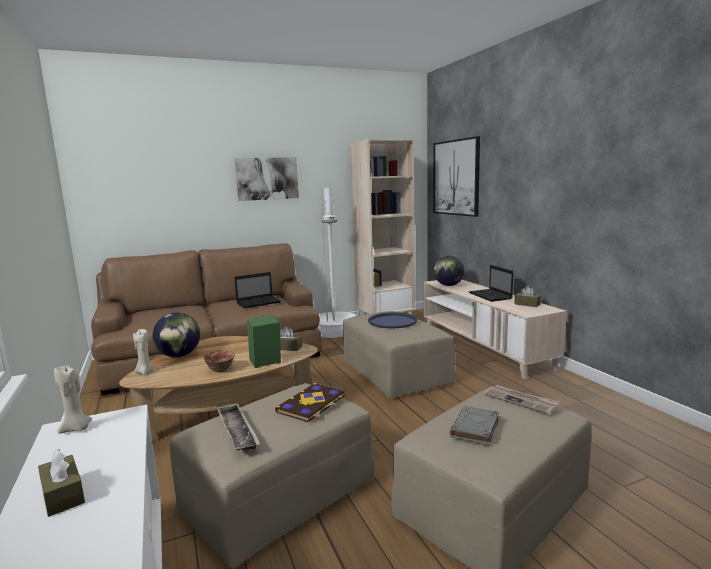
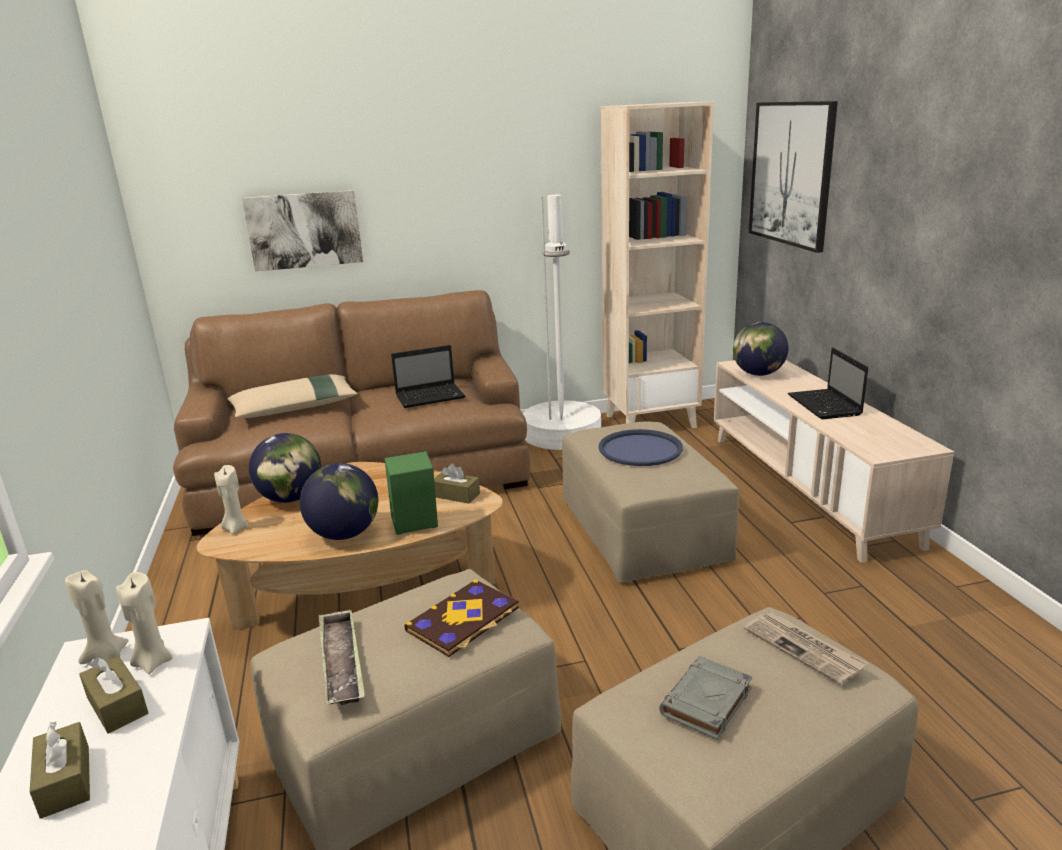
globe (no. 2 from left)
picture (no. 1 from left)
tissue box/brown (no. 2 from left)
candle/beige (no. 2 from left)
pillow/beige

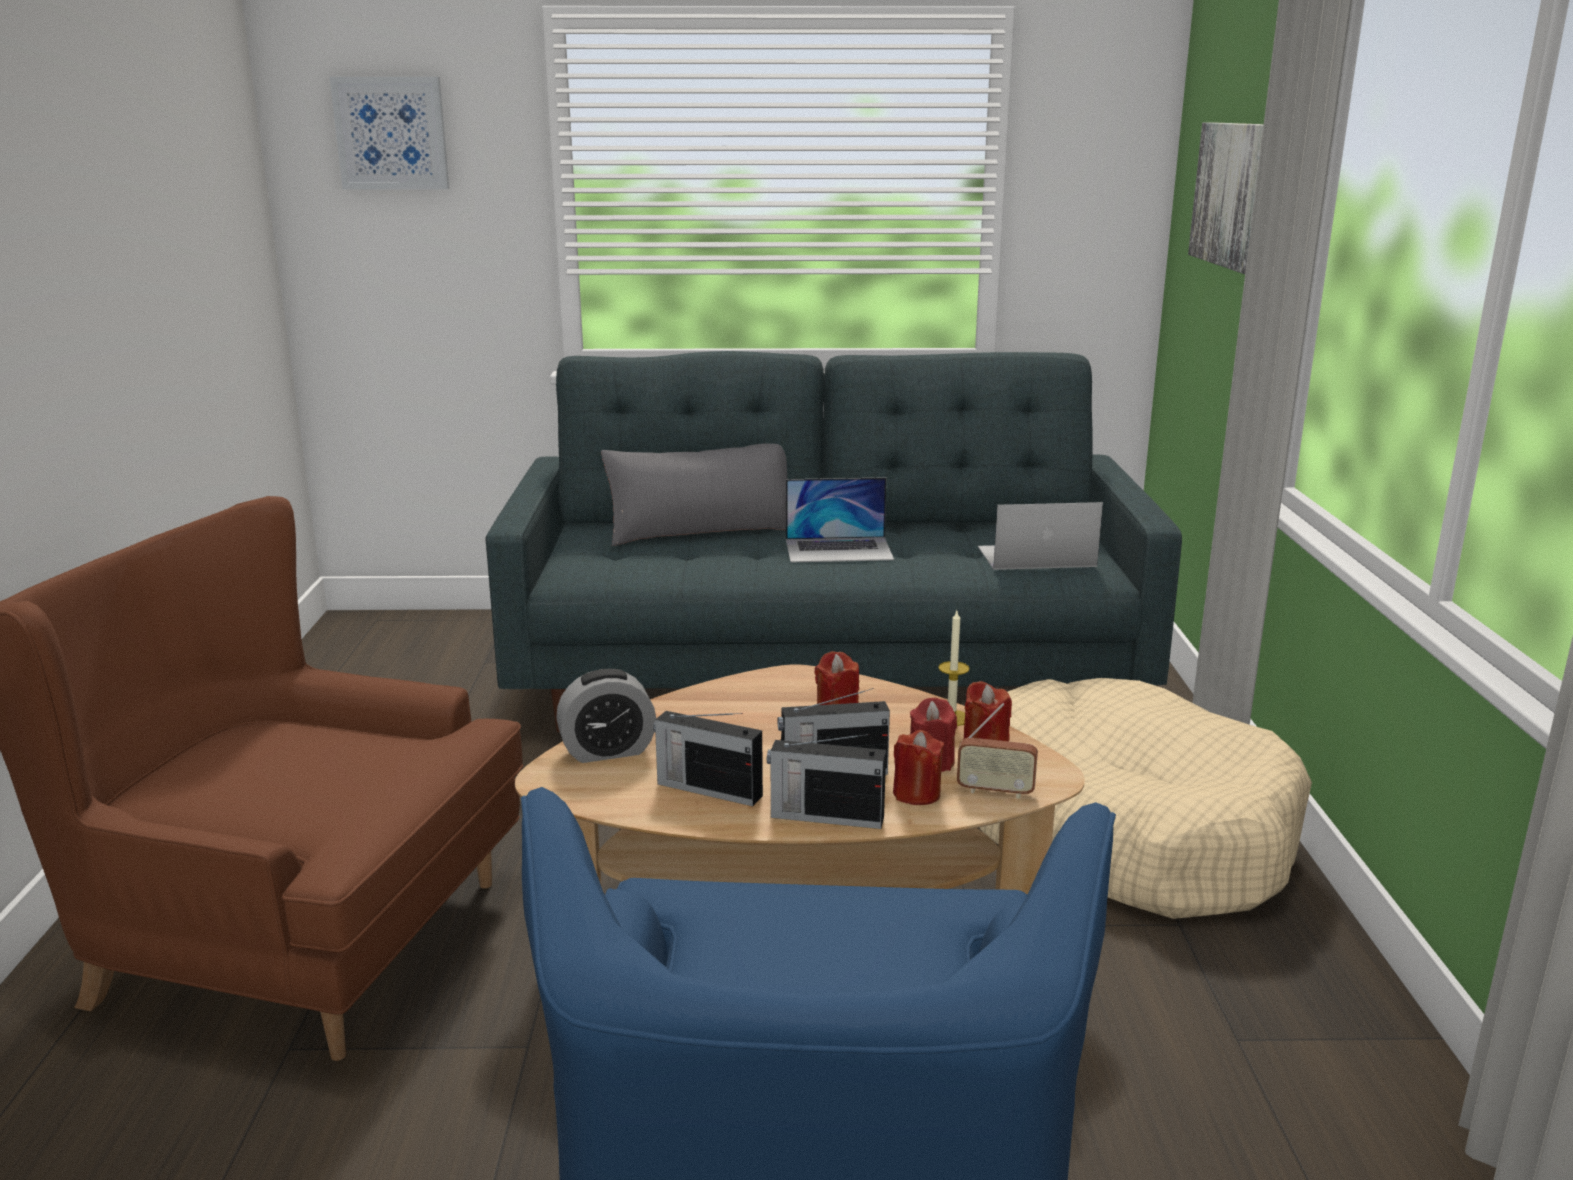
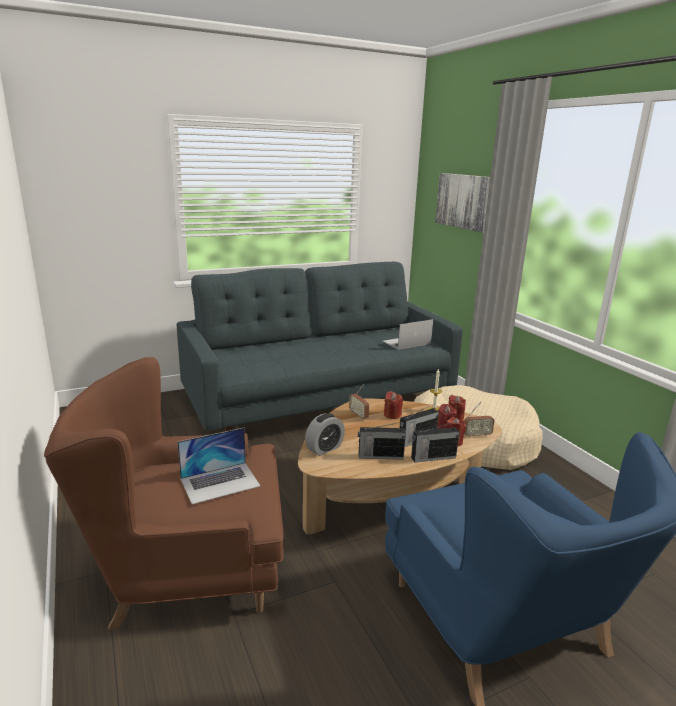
picture (no. 1 from left in the first image)
pillow/grey
laptop (no. 1 from left)
radio (no. 1 from left)

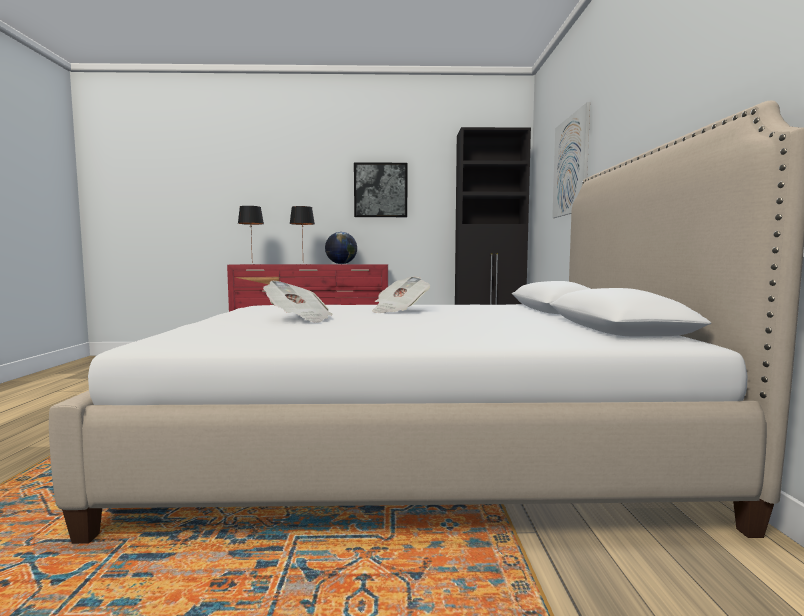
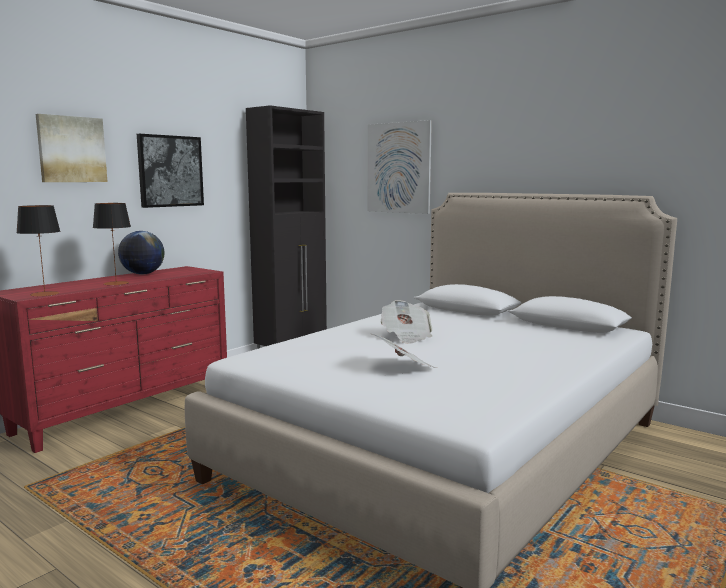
picture (no. 1 from left)

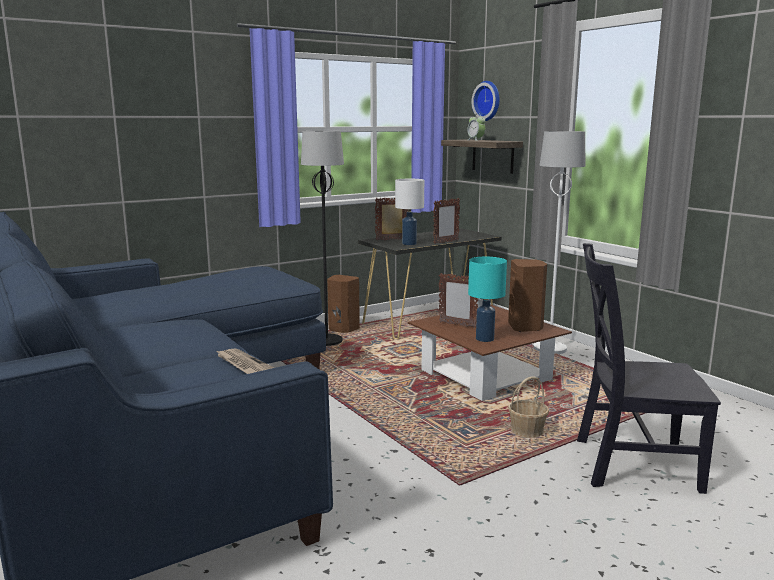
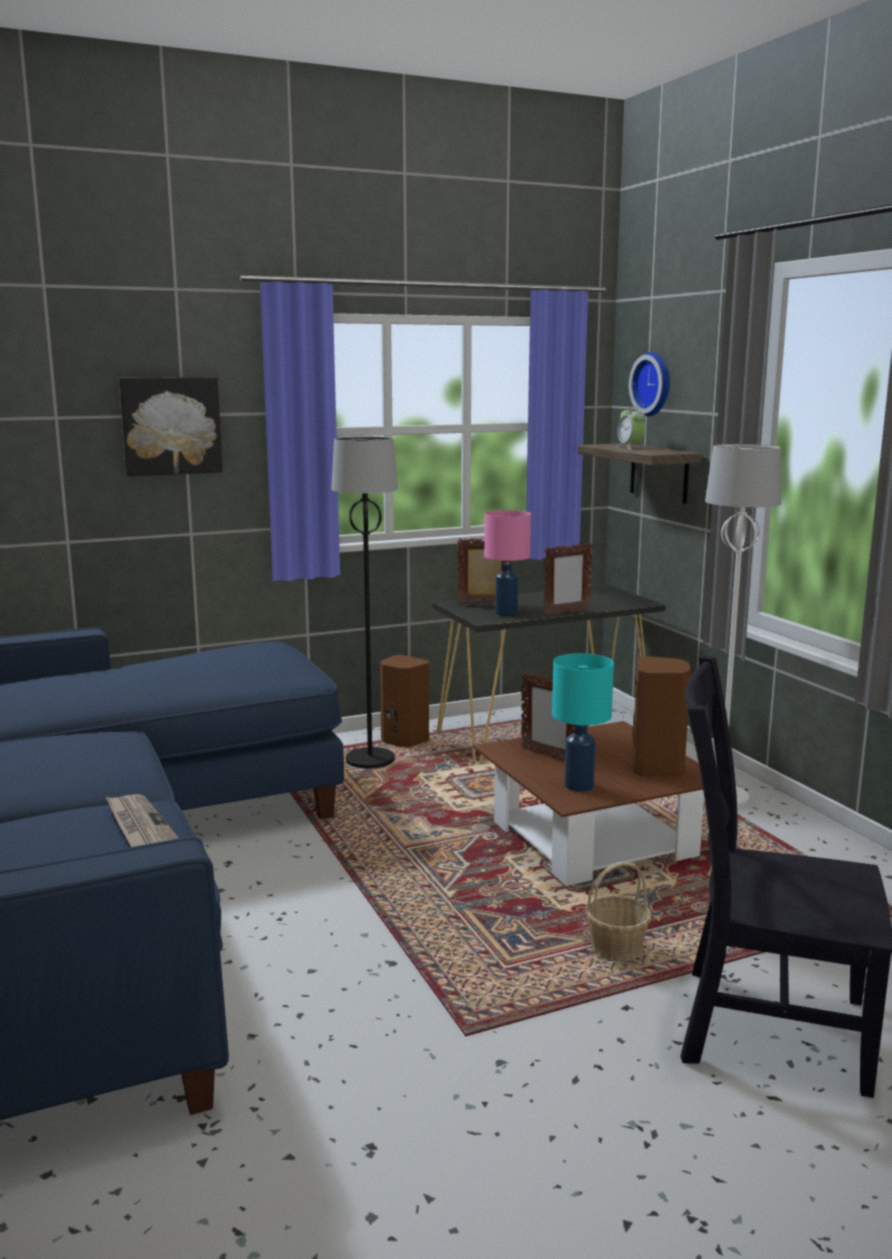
table lamp/pink
picture

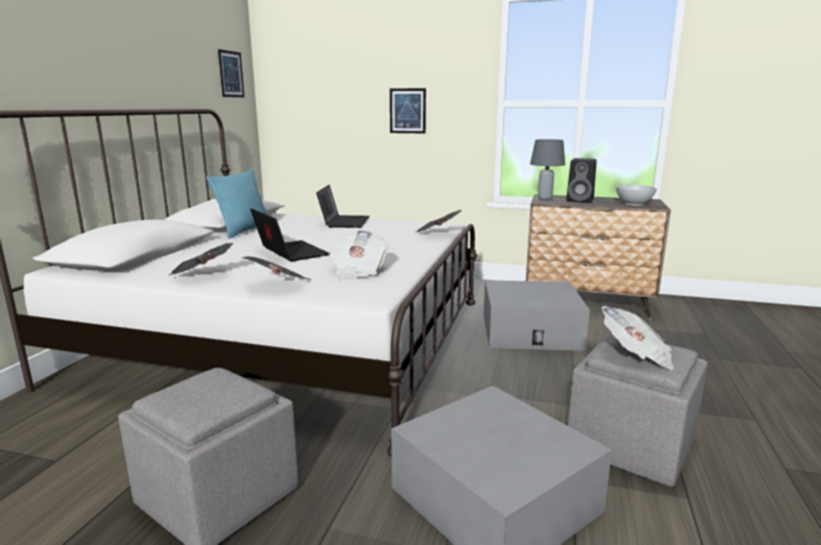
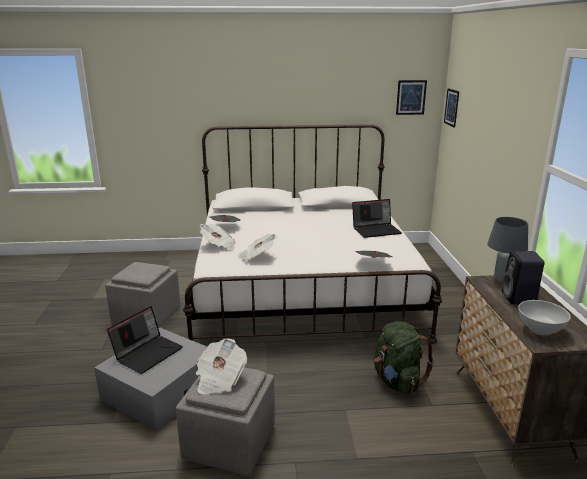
pillow/turquoise
laptop (no. 1 from left)
picture (no. 2 from left)
backpack/green

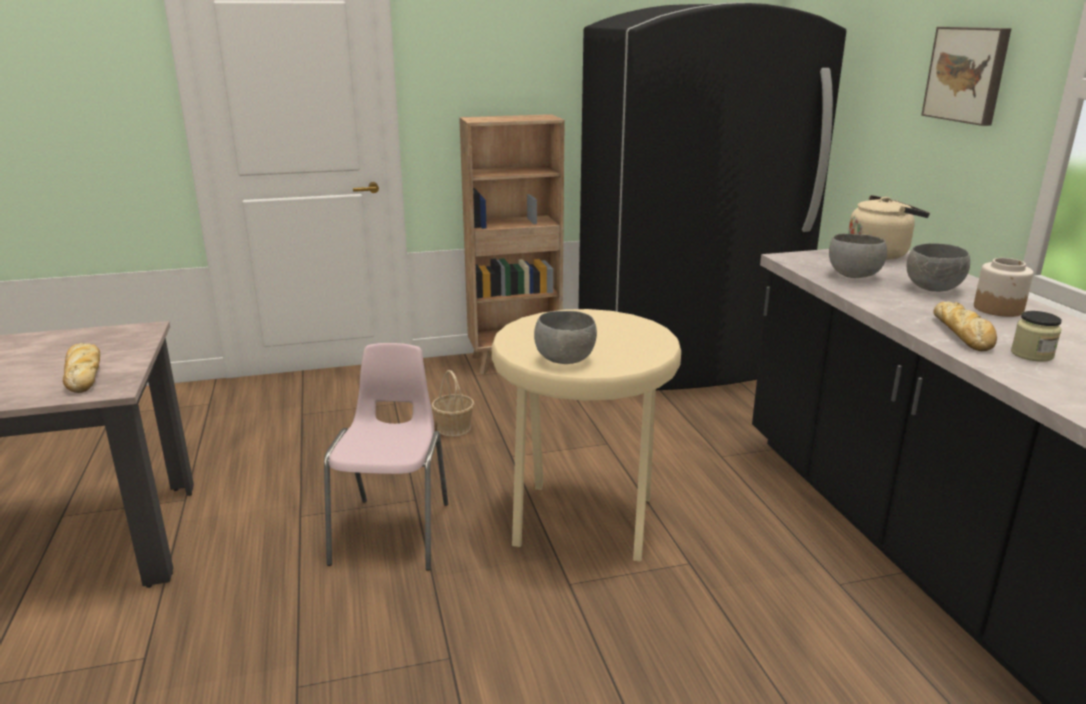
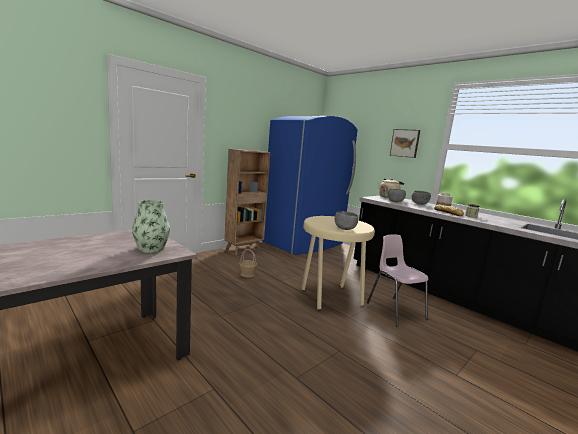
vase
chair/pink
fridge/blue

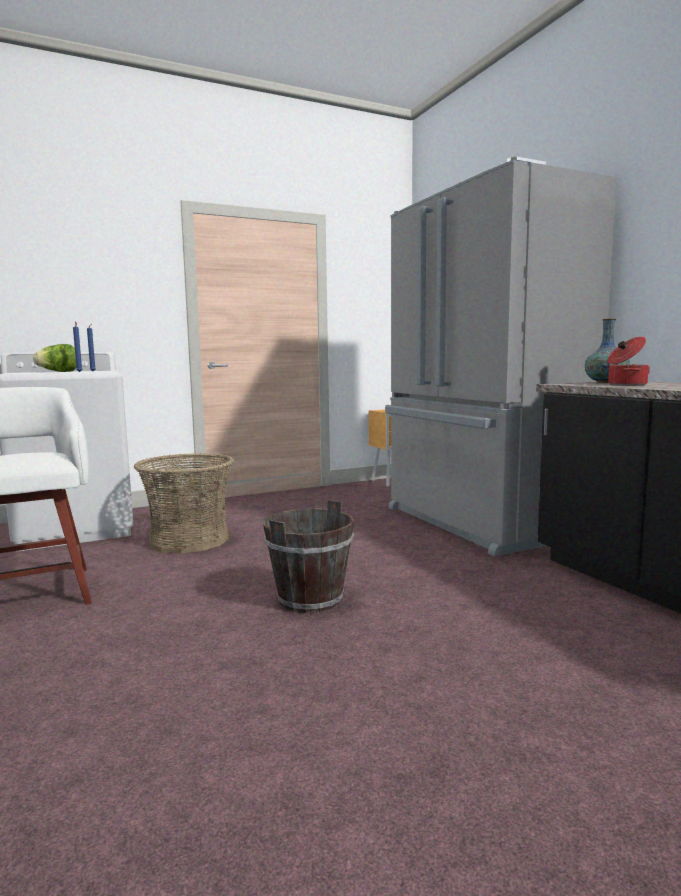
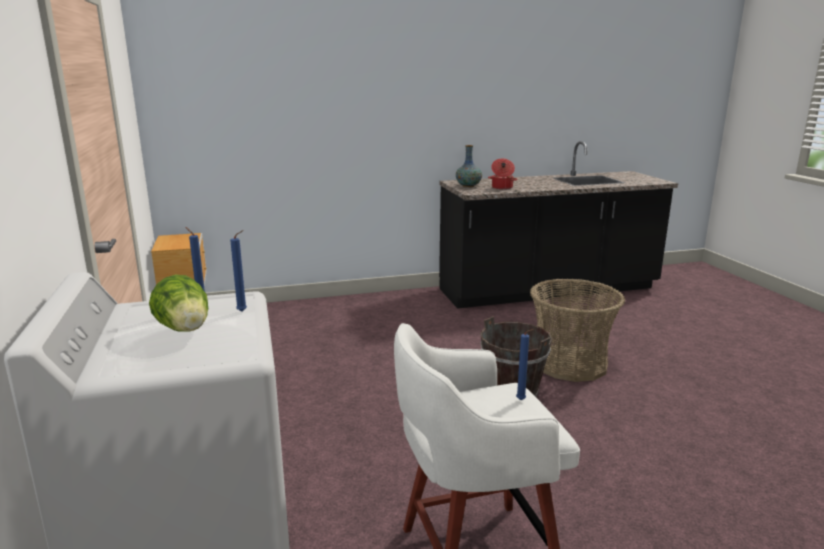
basket
fridge/grey
candle/blue (no. 3 from left)

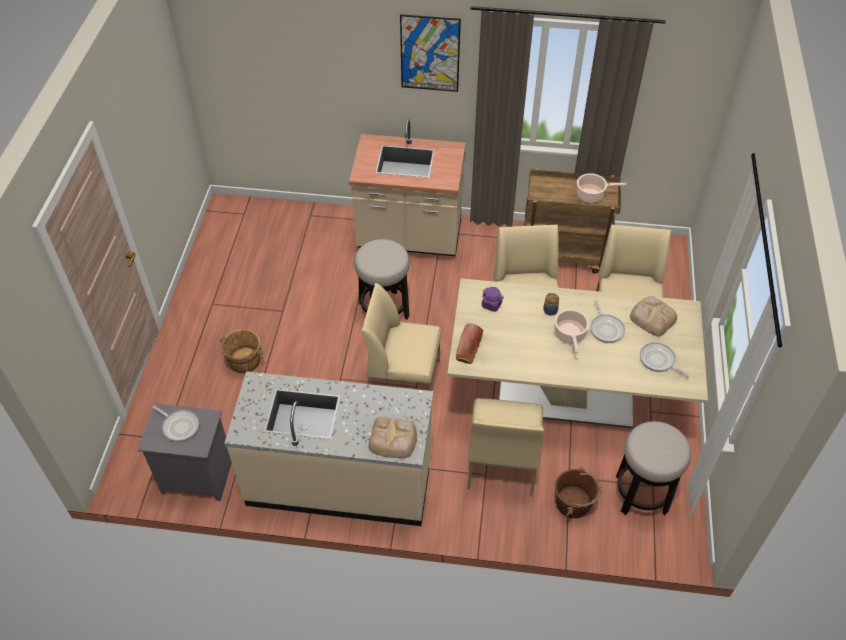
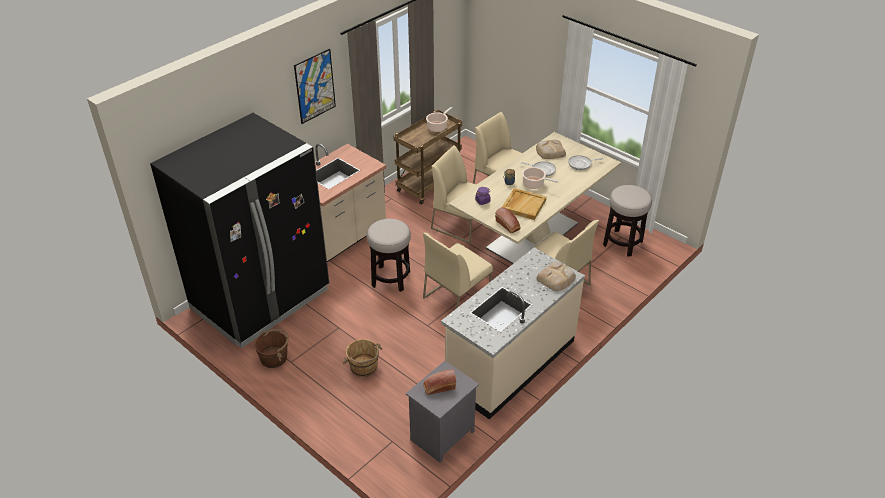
bread (no. 1 from left)
bucket/brown (no. 1 from left)
fridge/black
tray/beige

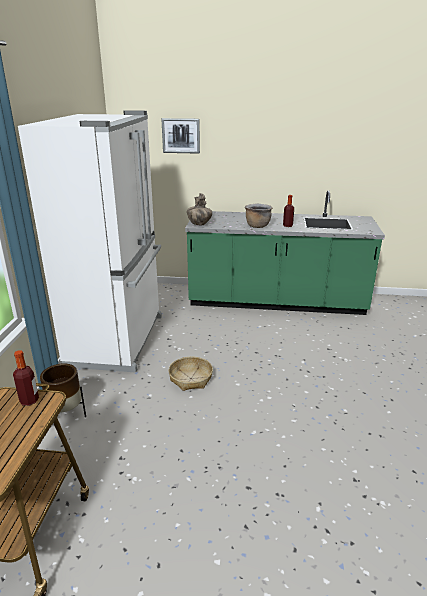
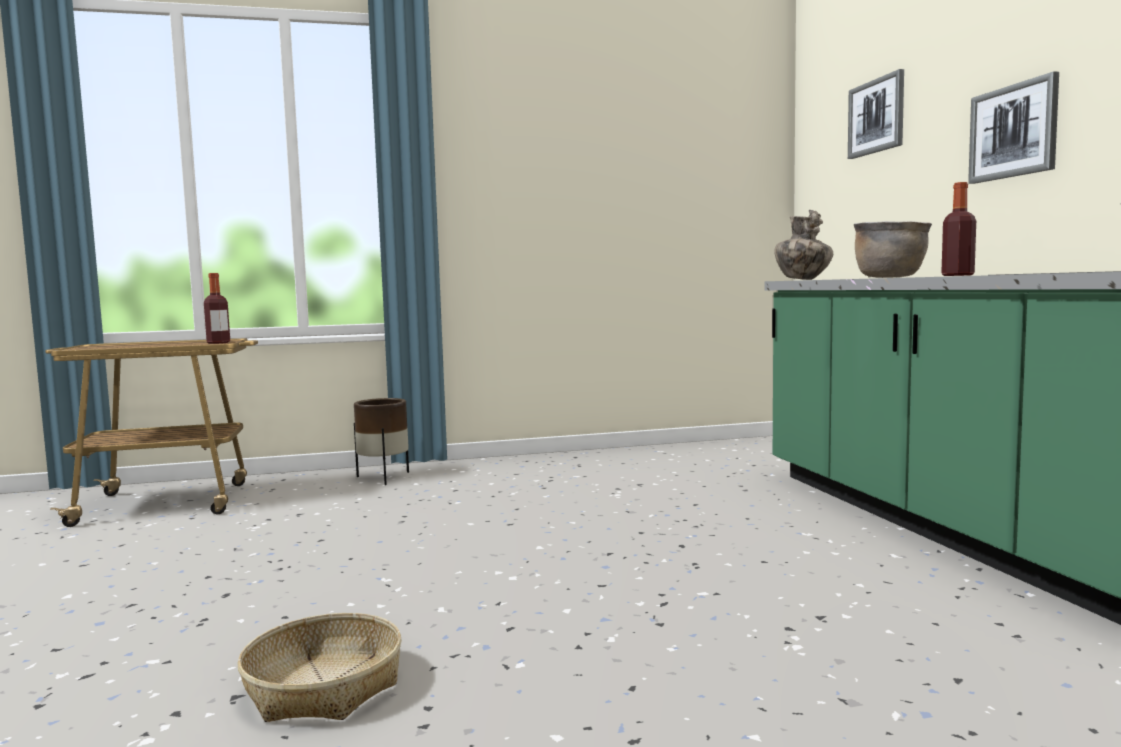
fridge/white
basket
picture (no. 2 from left)

